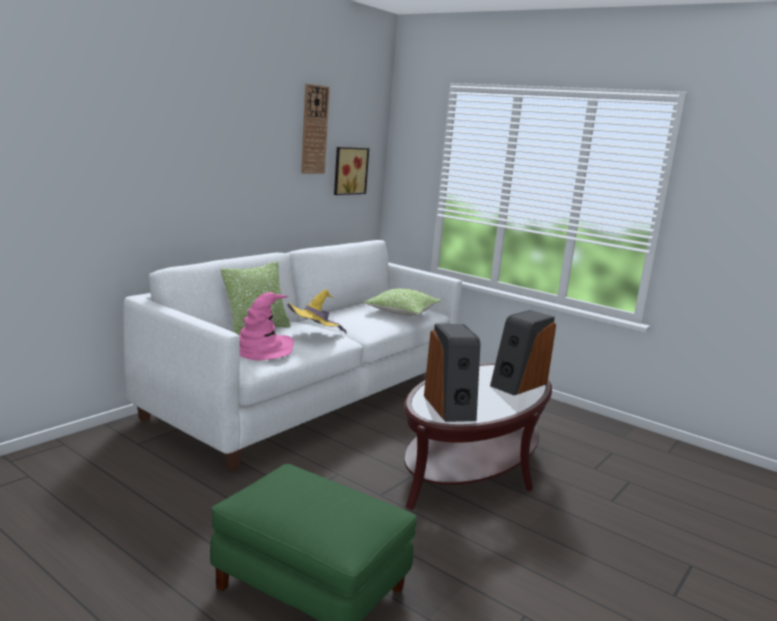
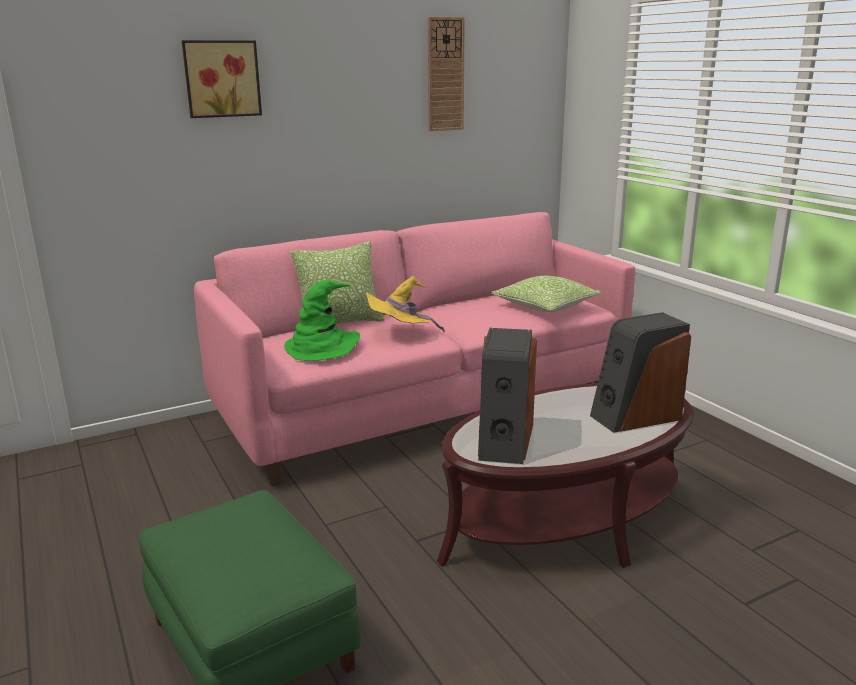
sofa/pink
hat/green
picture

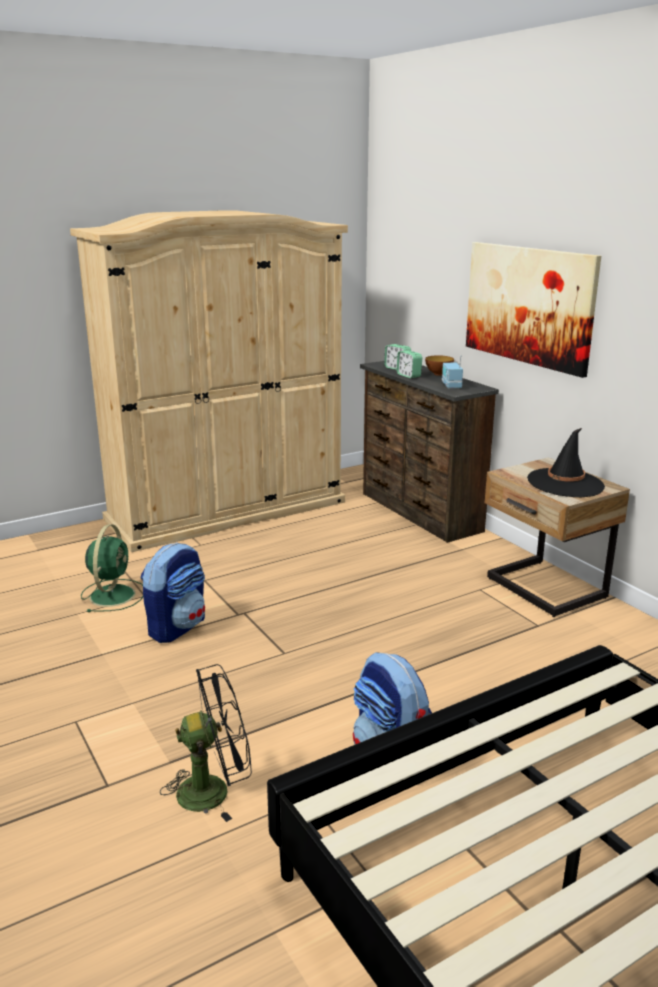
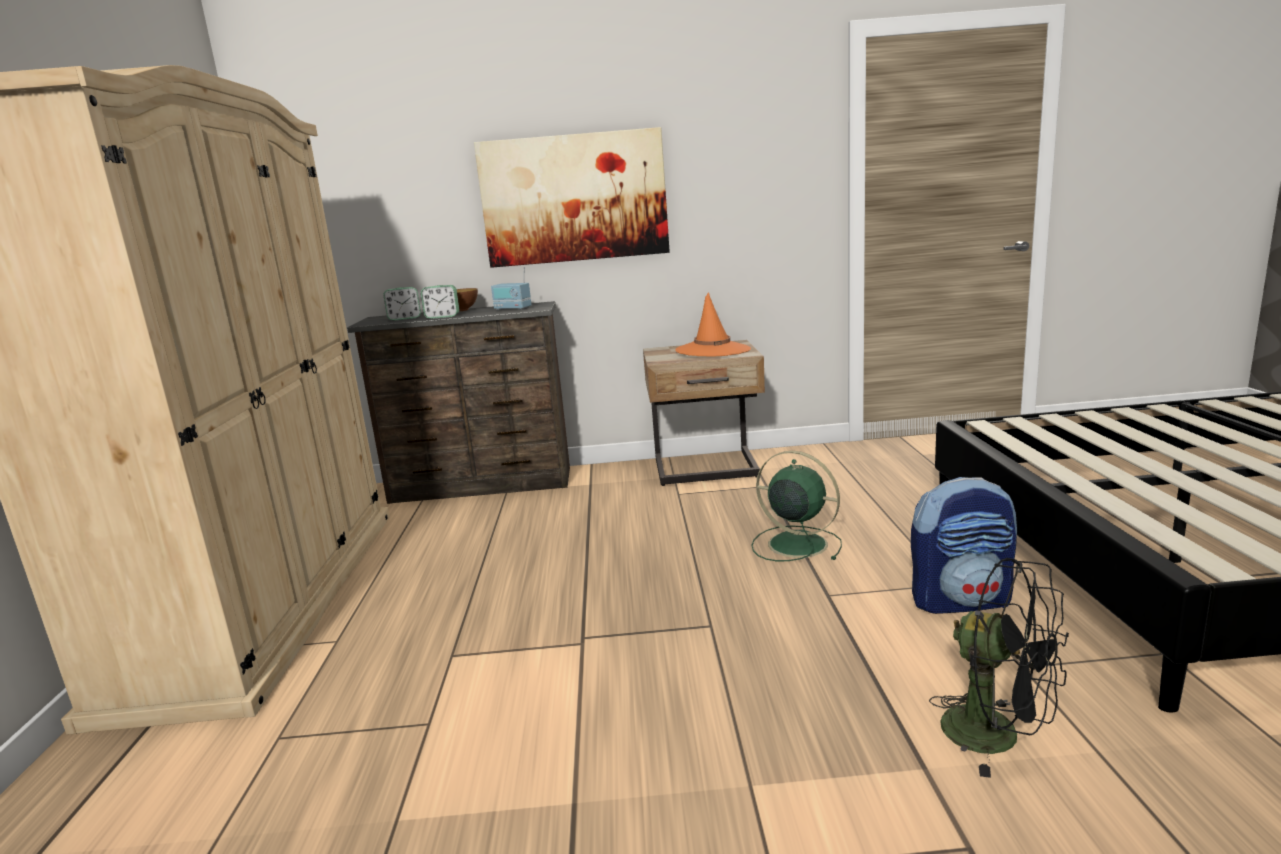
fan/green
backpack (no. 1 from left in the first image)
fan/black
hat/orange

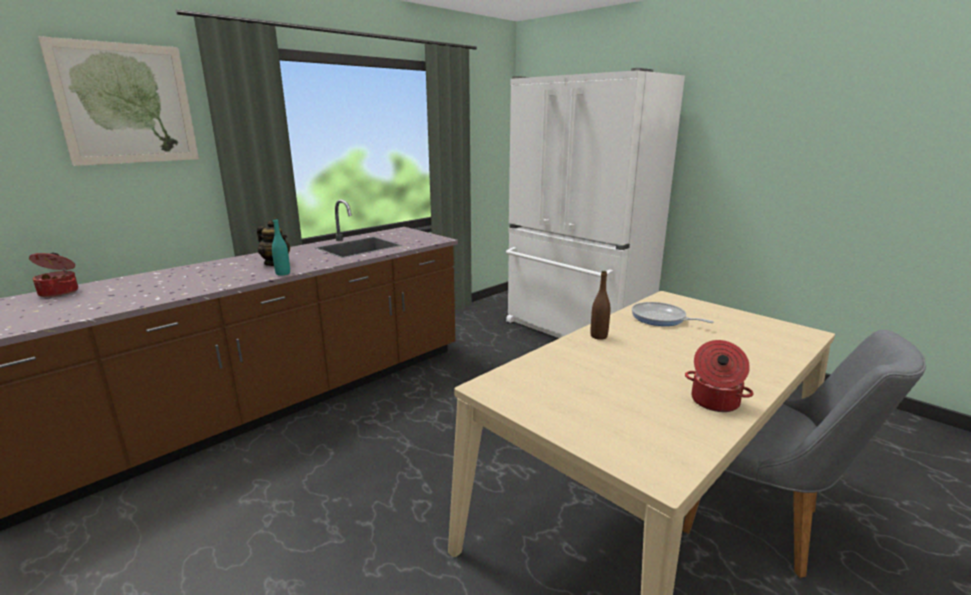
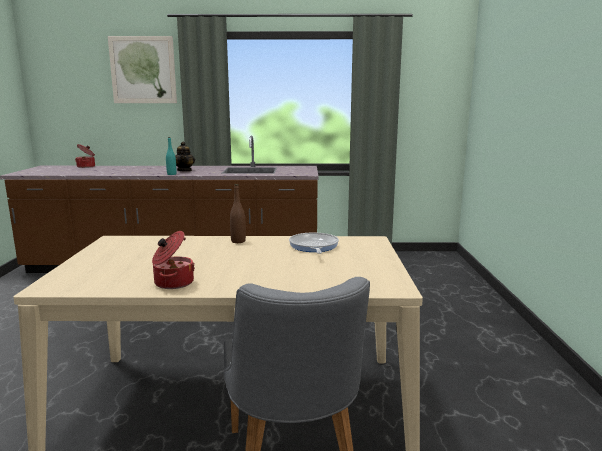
fridge/white

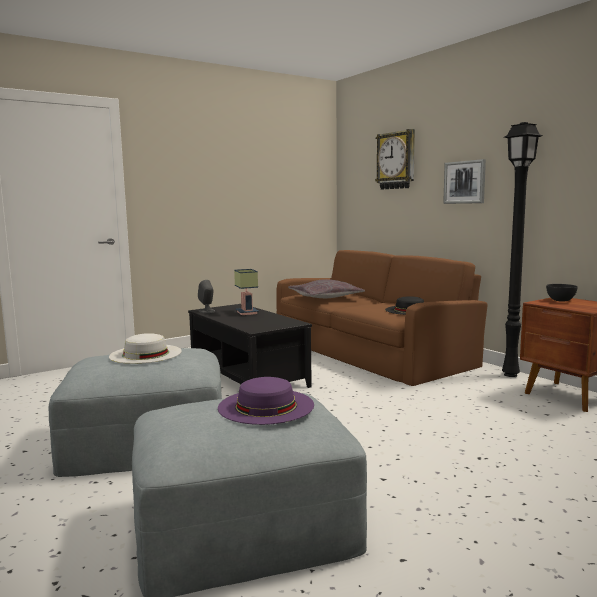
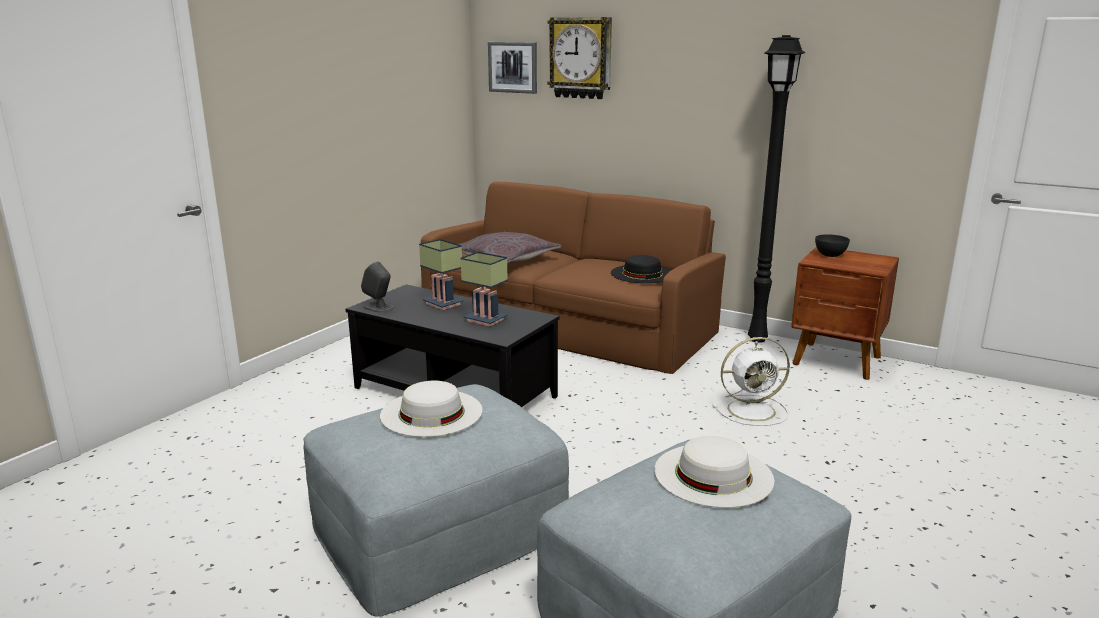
hat/white (no. 2 from left)
picture
table lamp (no. 2 from left)
fan/white

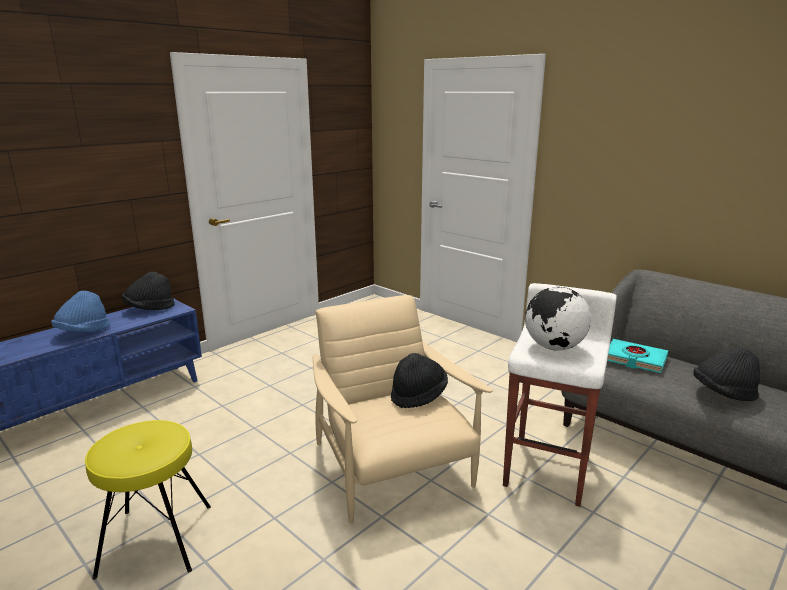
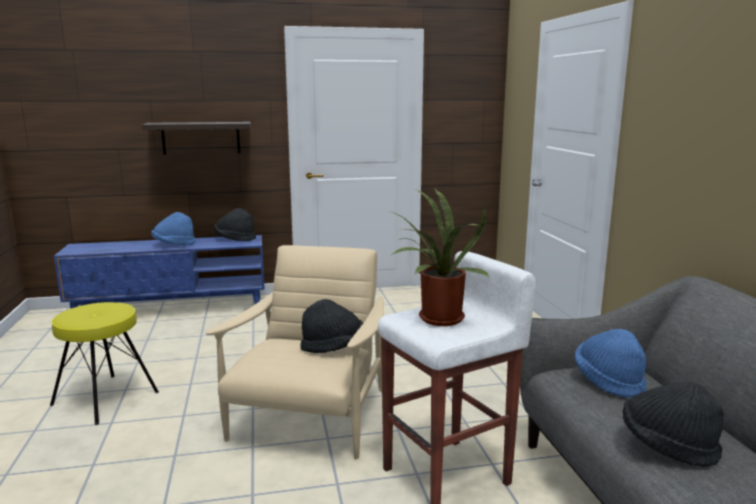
potted plant
hat/blue (no. 2 from left)
shelf

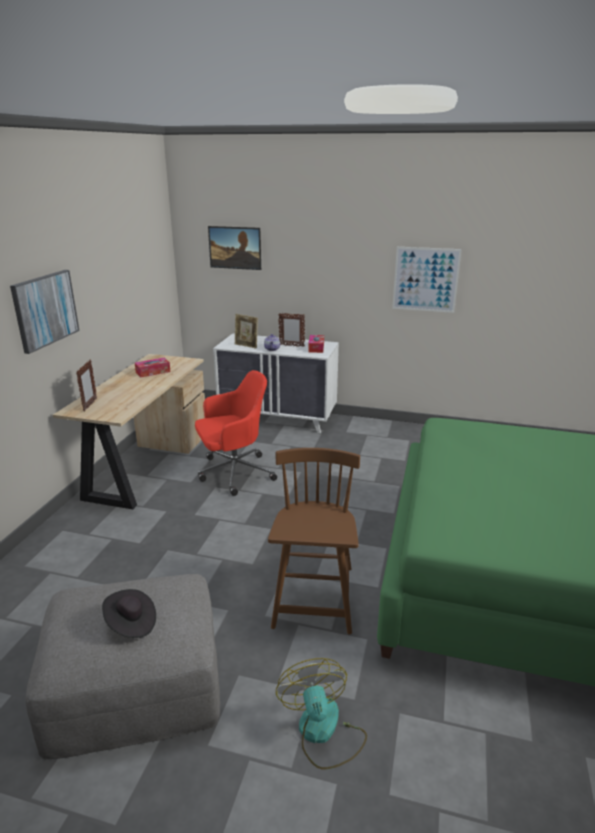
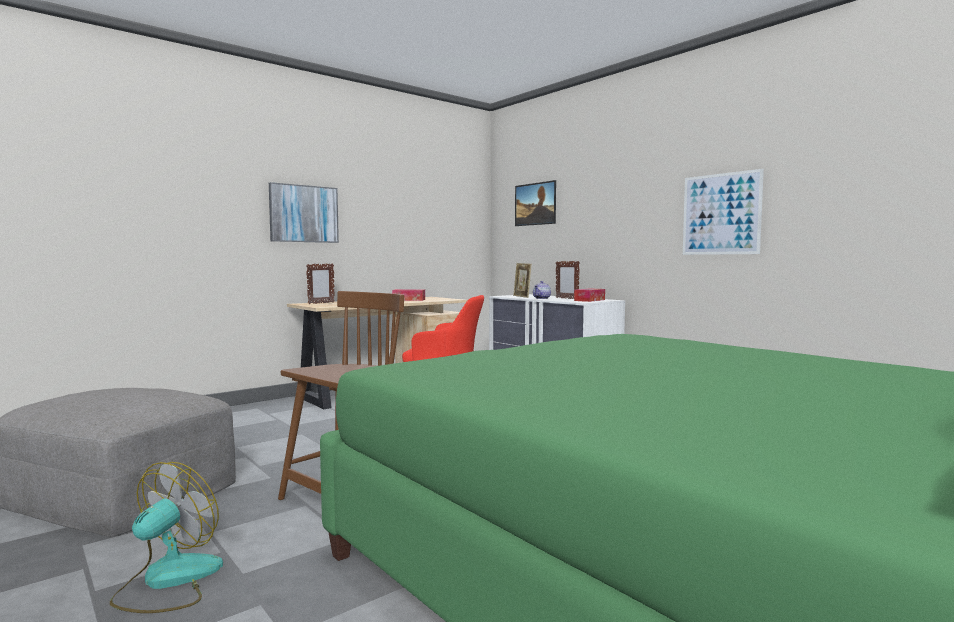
hat/black

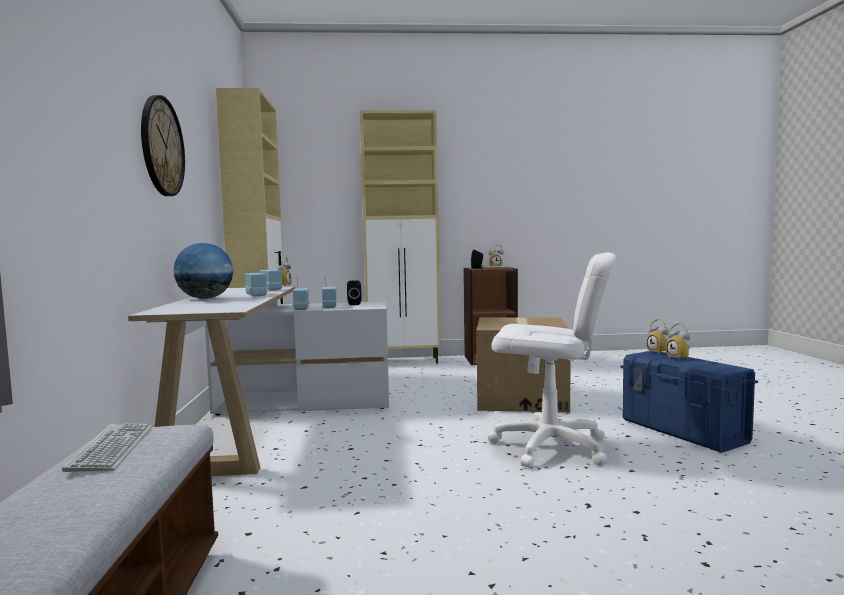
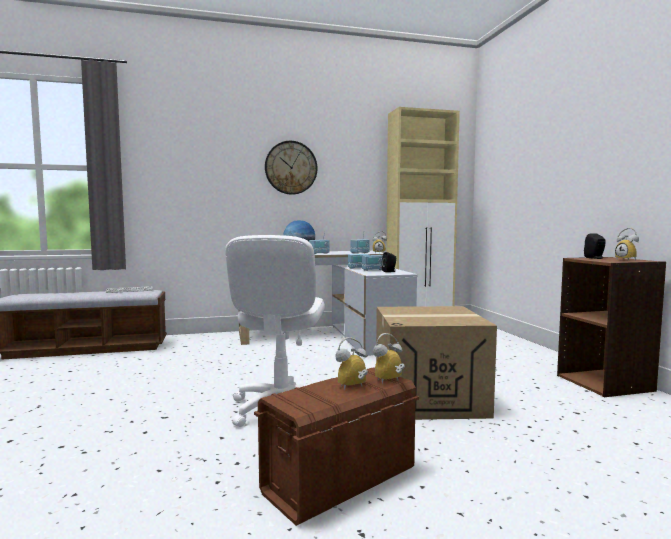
cabinet/beige (no. 2 from left in the first image)
storage box/brown

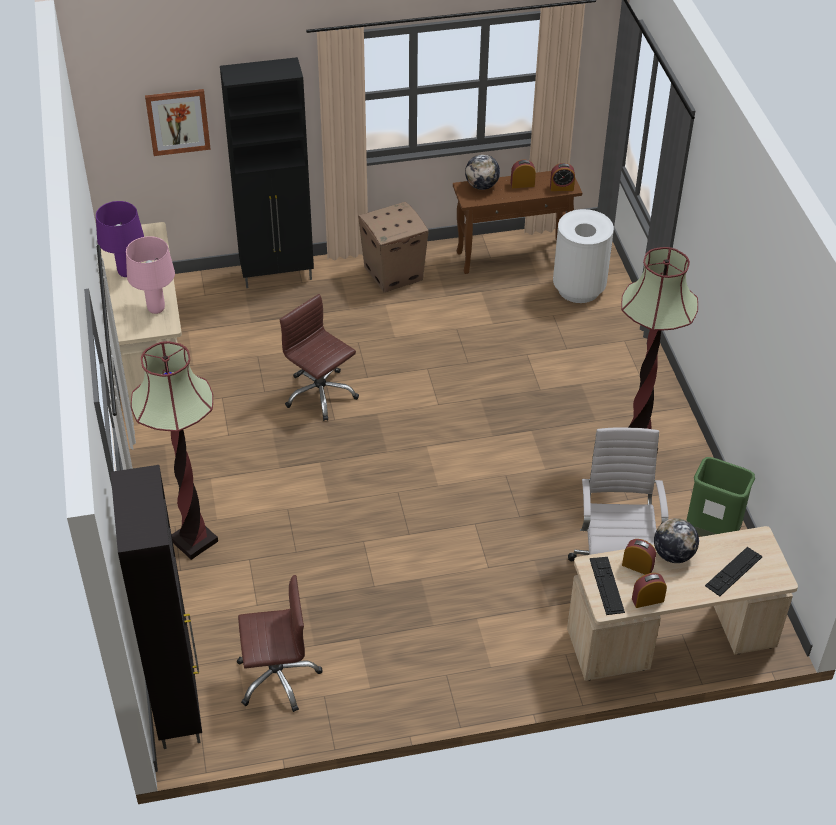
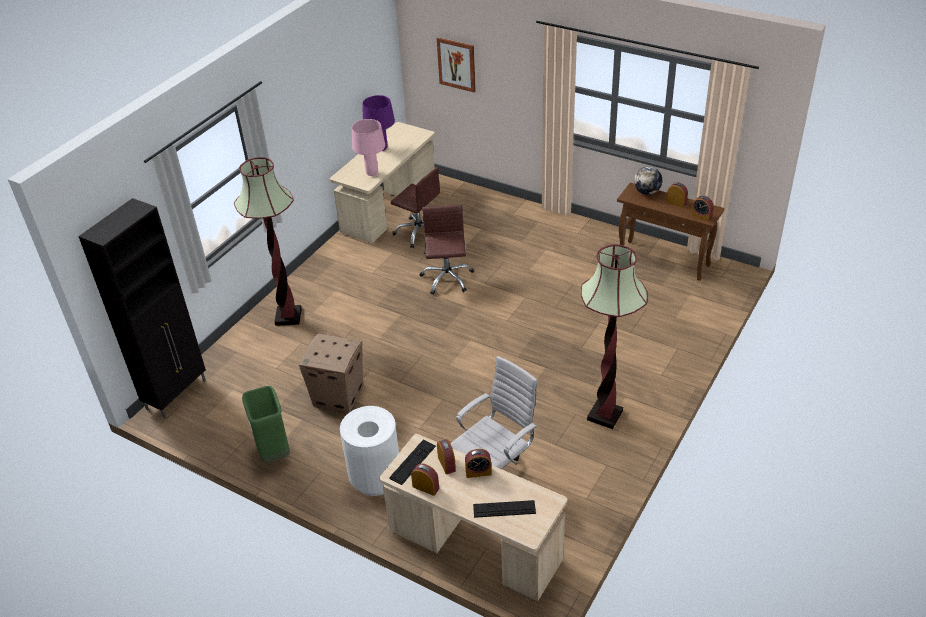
cabinet/black (no. 2 from left in the first image)
office chair/brown (no. 1 from left)
cardboard box
trash can/white
alarm clock (no. 3 from left)
trash can/green

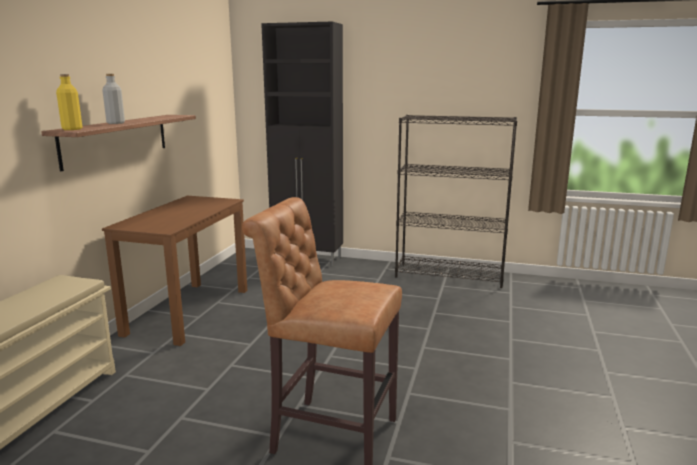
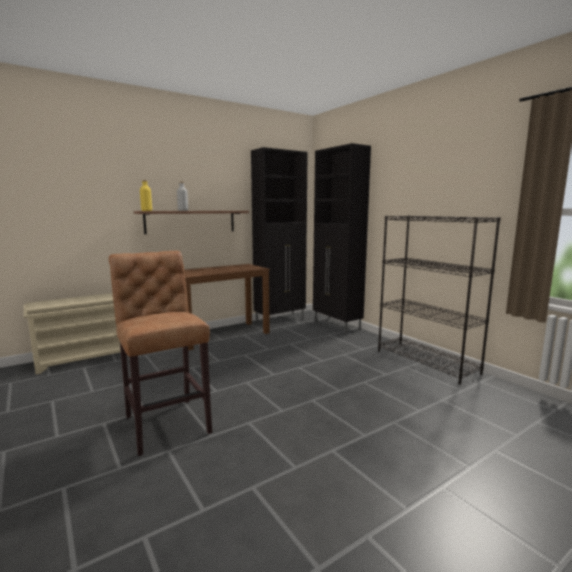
cabinet/black (no. 1 from left)

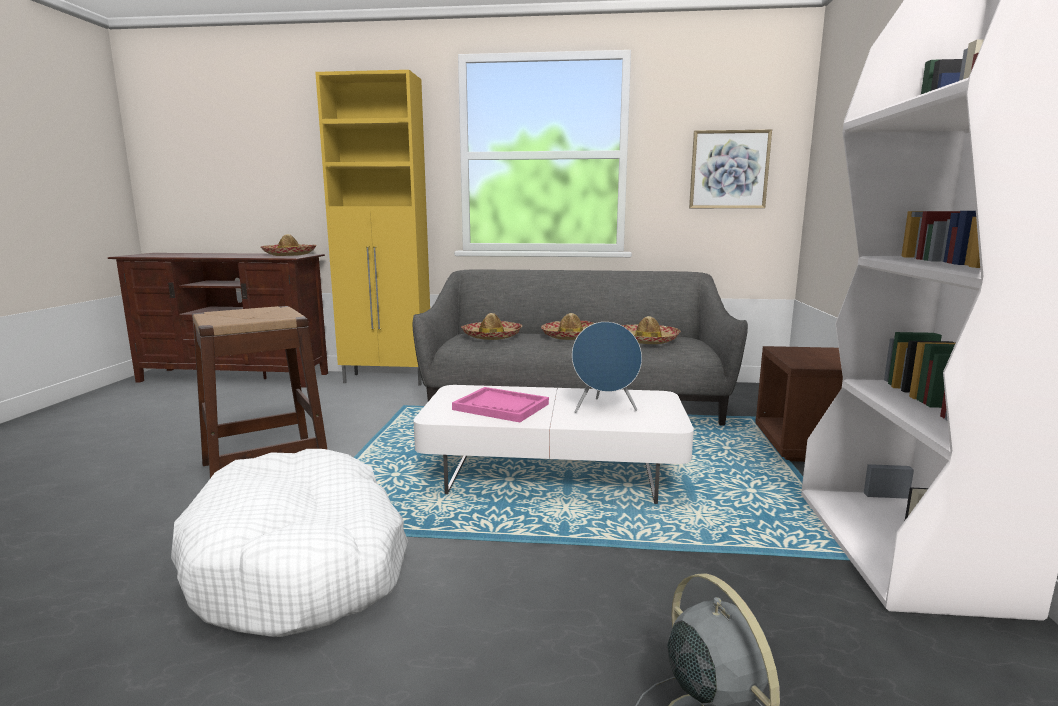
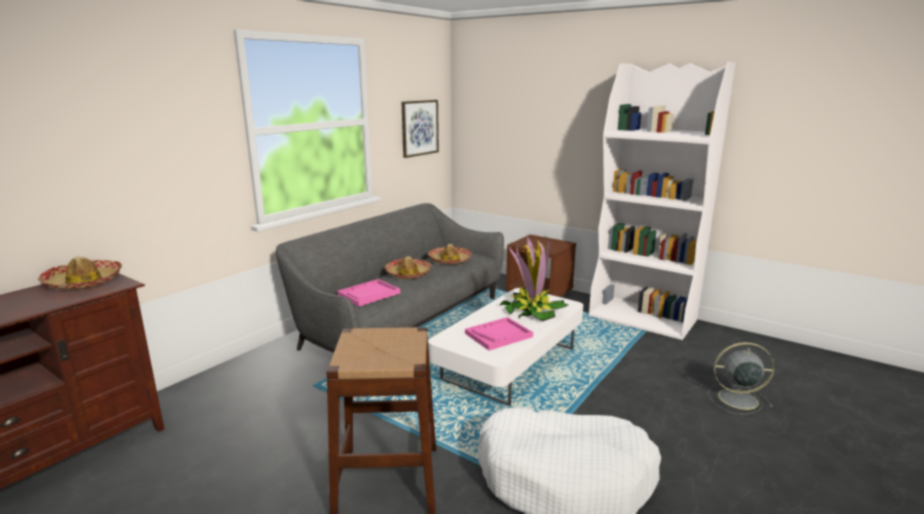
cabinet/yellow
tray/pink (no. 1 from left)
potted plant

